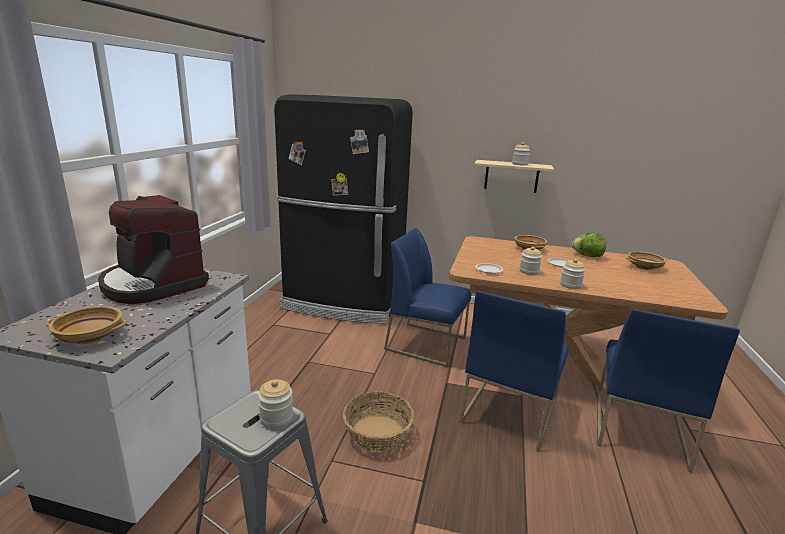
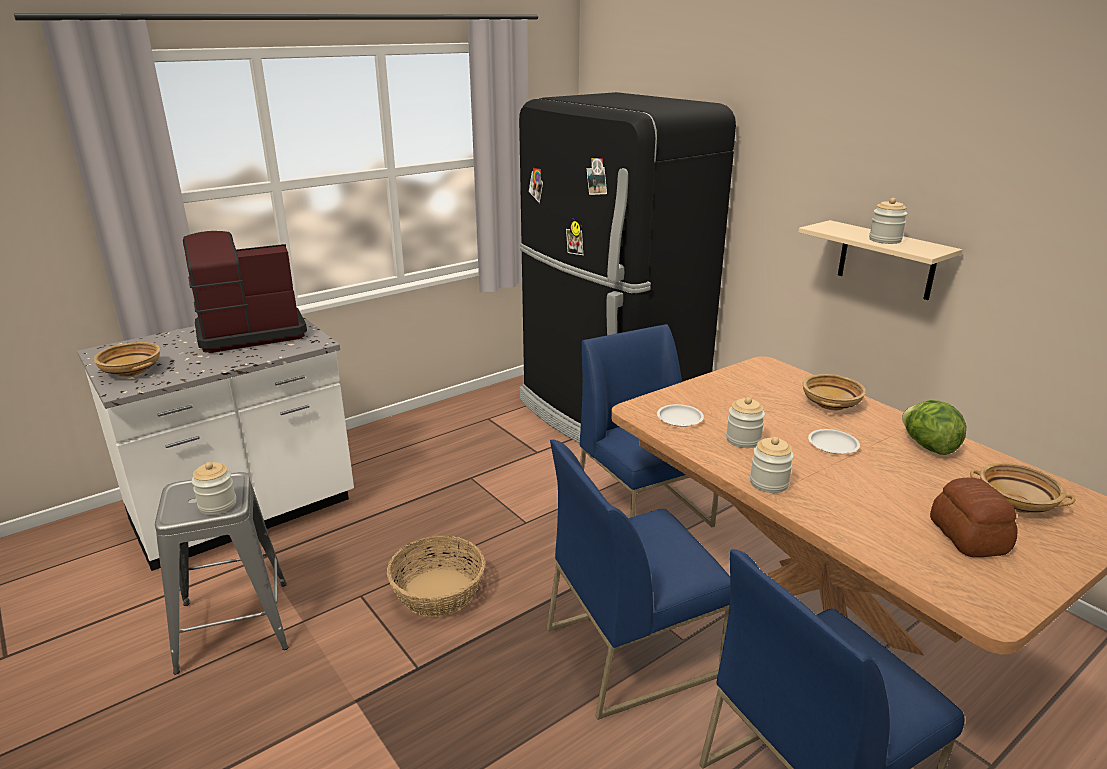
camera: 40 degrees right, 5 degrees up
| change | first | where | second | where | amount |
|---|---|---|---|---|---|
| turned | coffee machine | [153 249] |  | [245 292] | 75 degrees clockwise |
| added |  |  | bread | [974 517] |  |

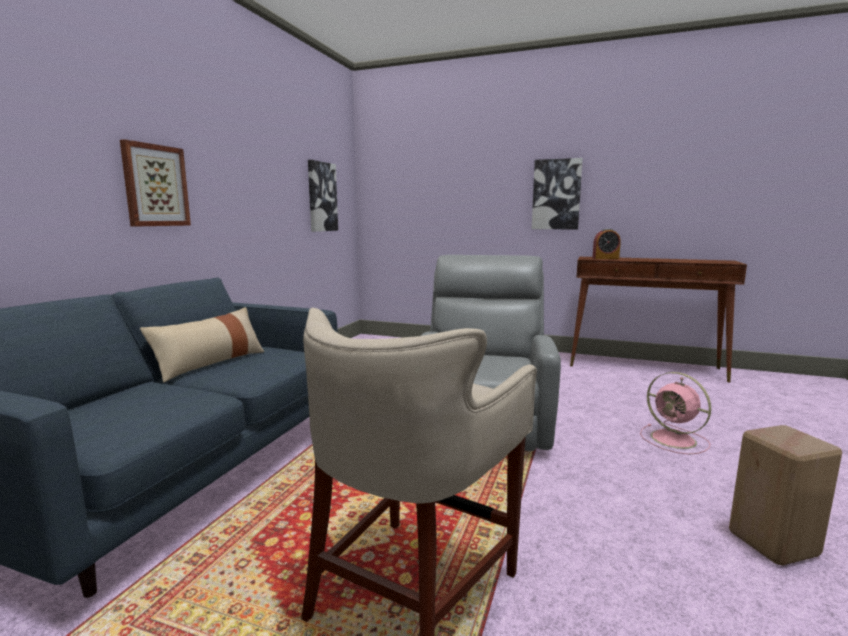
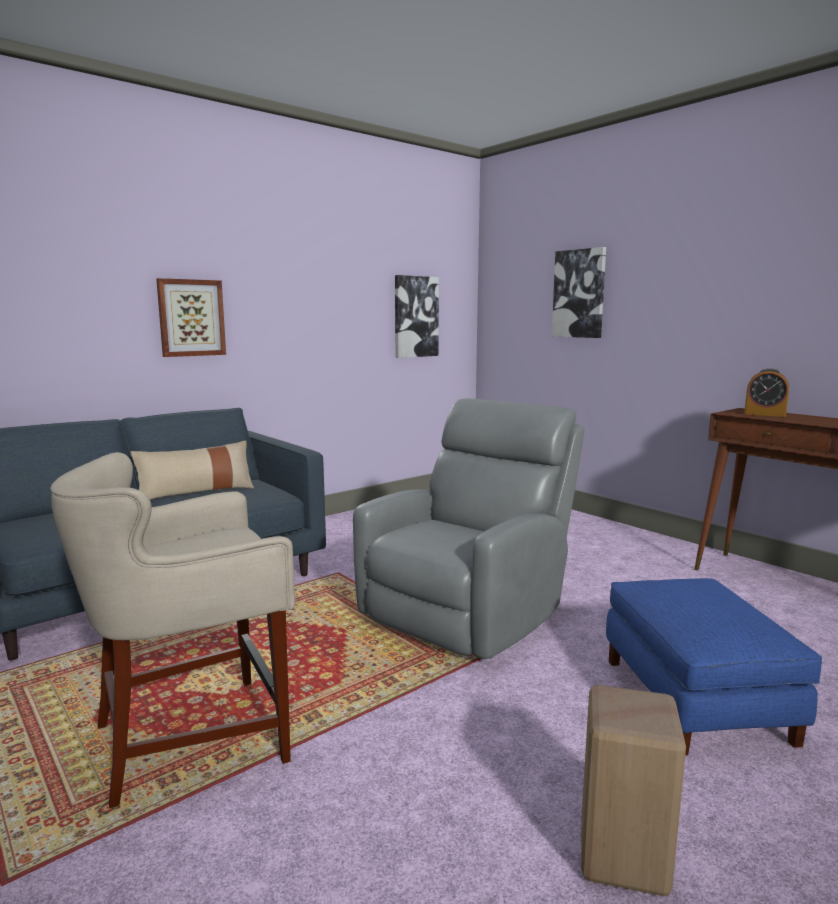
camera: 30 degrees right, 0 degrees up
| change | first | where | second | where | amount |
|---|---|---|---|---|---|
| moved | picture | [557 193] |  | [579 292] |  |
| replaced | fan (pink) | [675 413] | ottoman (blue) | [714 667] |  |

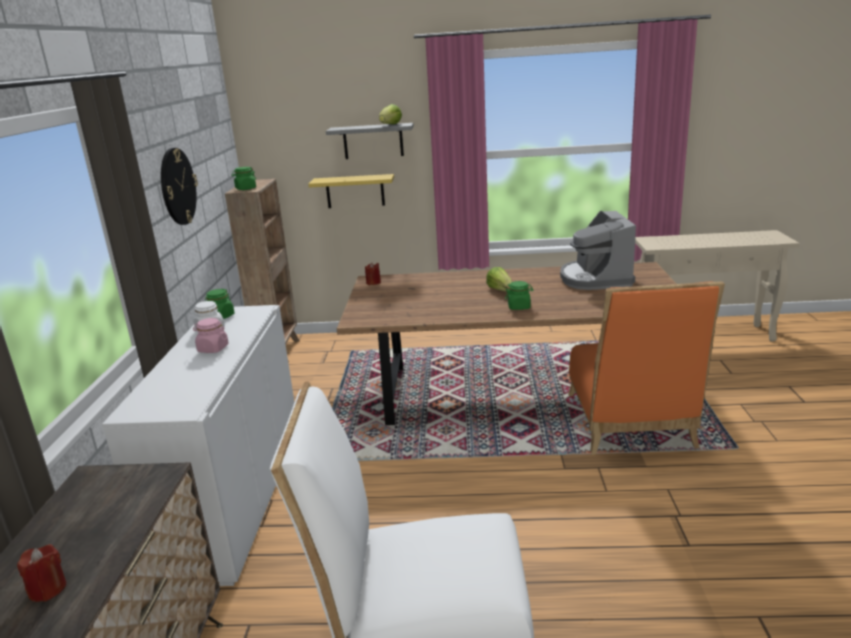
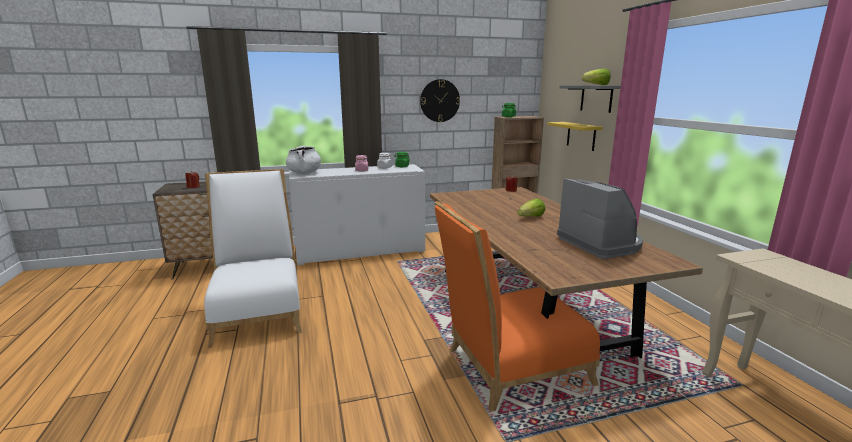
camera: 70 degrees right, 5 degrees down
| change | first | where | second | where | amount |
|---|---|---|---|---|---|
| turned | coffee machine | [598 250] |  | [600 218] | 90 degrees clockwise |
| removed | jar (green) | [519 295] |  |  |  |
| added |  |  | cooking pot (white) | [303 160] |  |

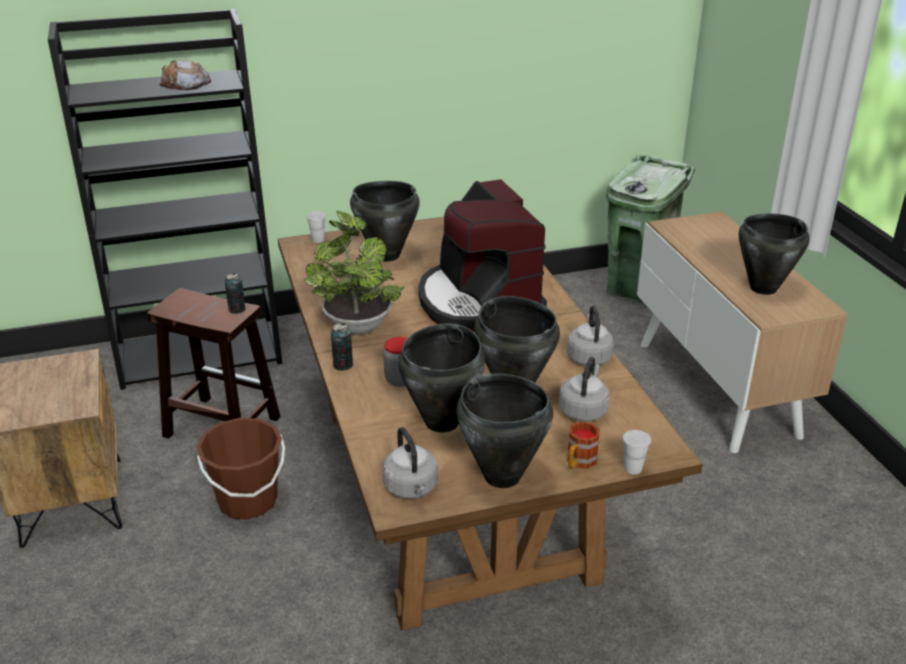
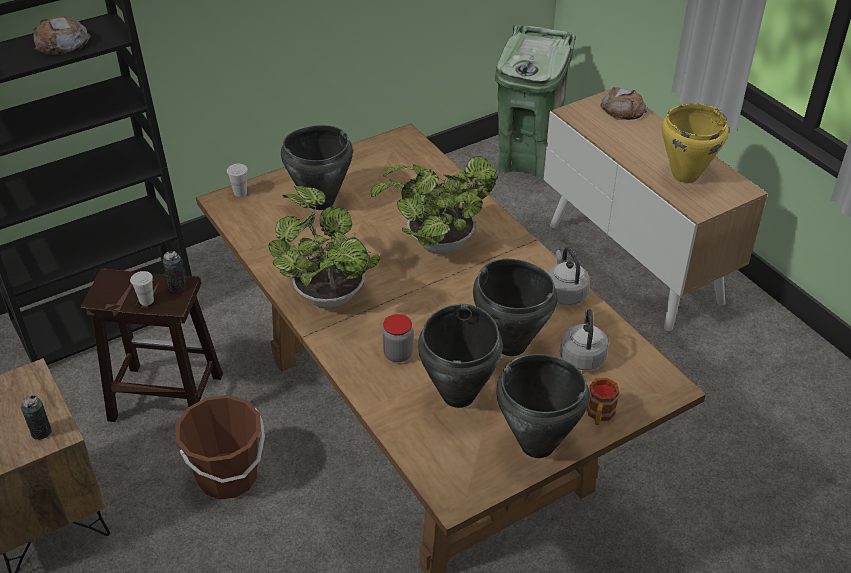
camera: 15 degrees left, 10 degrees up
| change | first | where | second | where | amount |
|---|---|---|---|---|---|
| replaced | coffee machine | [482 255] | potted plant | [434 205] |  |
| recoloured | cooking pot (black) | [774 254] | cooking pot (yellow) | [695 143] |  |
| moved | can | [342 347] |  | [36 418] |  |
| removed | kettle (grey) | [410 463] |  |  |  |
| moved | cup (white) | [637 452] |  | [142 288] |  |
| added |  |  | bread | [623 103] |  |

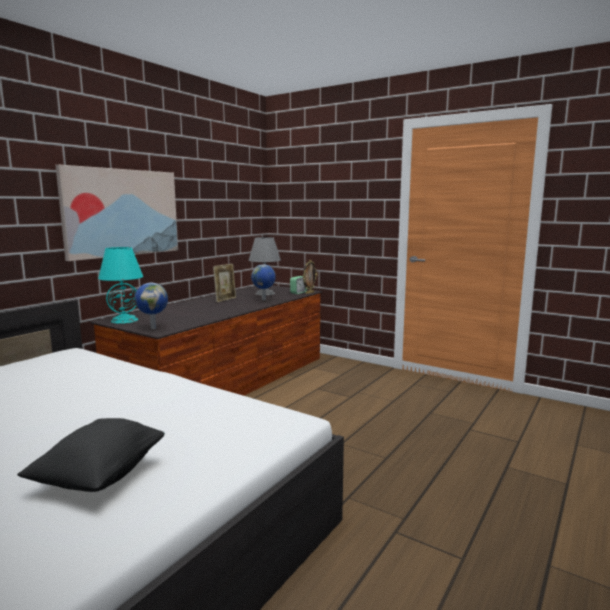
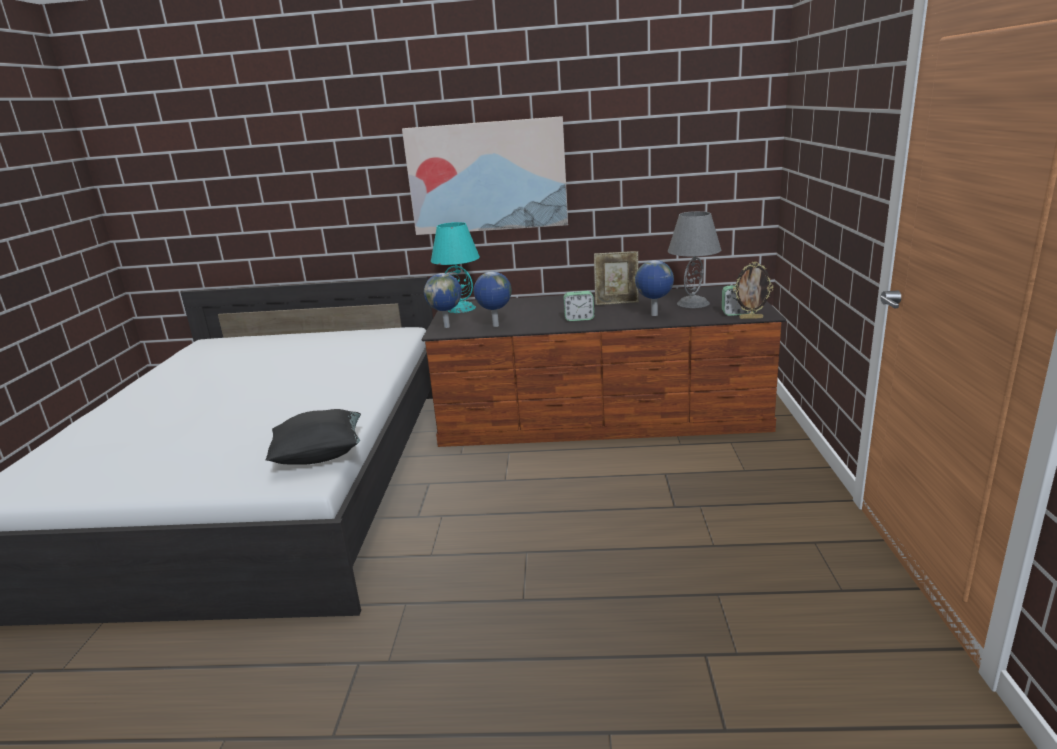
camera: 60 degrees right, 10 degrees up
| change | first | where | second | where | amount |
|---|---|---|---|---|---|
| moved | pillow (black) | [91 455] |  | [313 437] |  |
| added |  |  | globe | [492 299] |  |
| added |  |  | alarm clock | [579 306] |  |

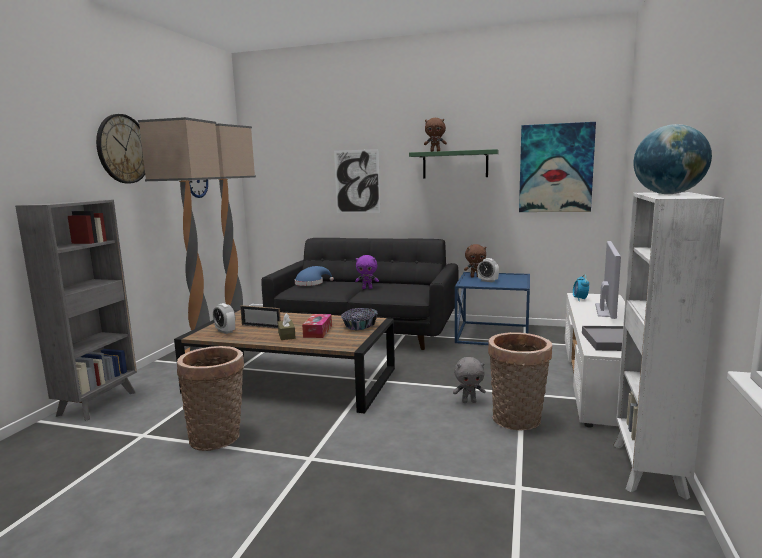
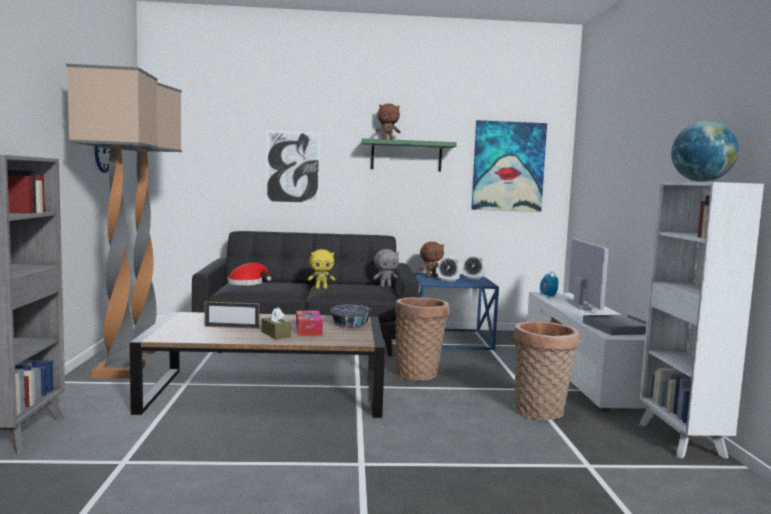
camera: 20 degrees left, 5 degrees down
| change | first | where | second | where | amount |
|---|---|---|---|---|---|
| removed | wall clock | [120 148] |  |  |  |
| recoloured | plush toy (purple) | [367 272] | plush toy (yellow) | [321 269] |  |
| recoloured | hat (blue) | [314 276] | hat (red) | [249 274] |  |
| moved | alarm clock | [224 318] |  | [474 267] |  |
| moved | basket | [210 398] |  | [422 339] |  |
| moved | plush toy (grey) | [469 380] |  | [386 268] |  |

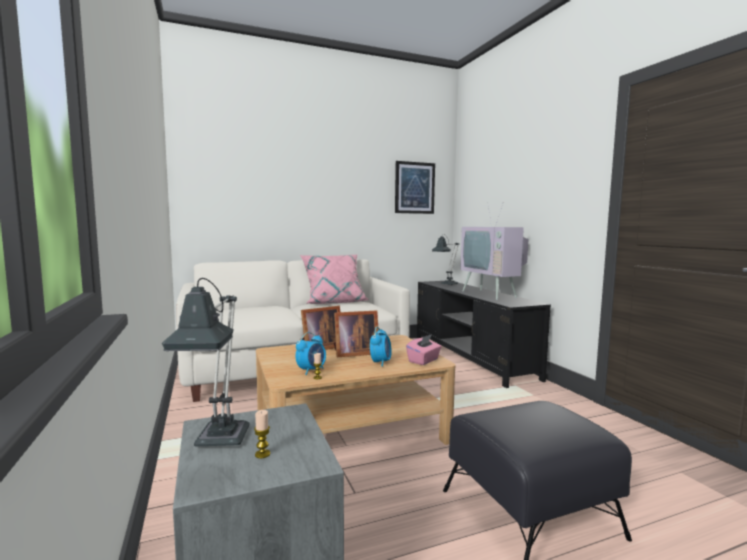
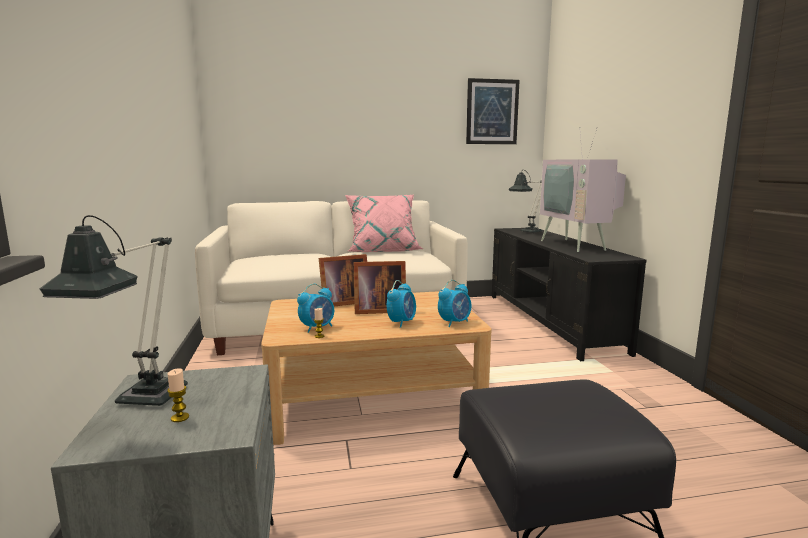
camera: 10 degrees right, 5 degrees up
| change | first | where | second | where | amount |
|---|---|---|---|---|---|
| replaced | tissue box (pink) | [424 349] | alarm clock | [454 303] |  |

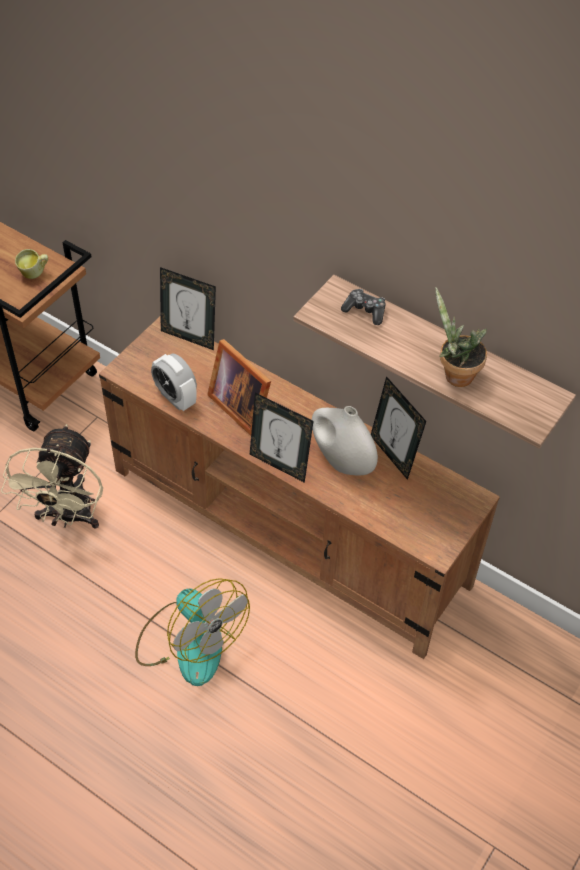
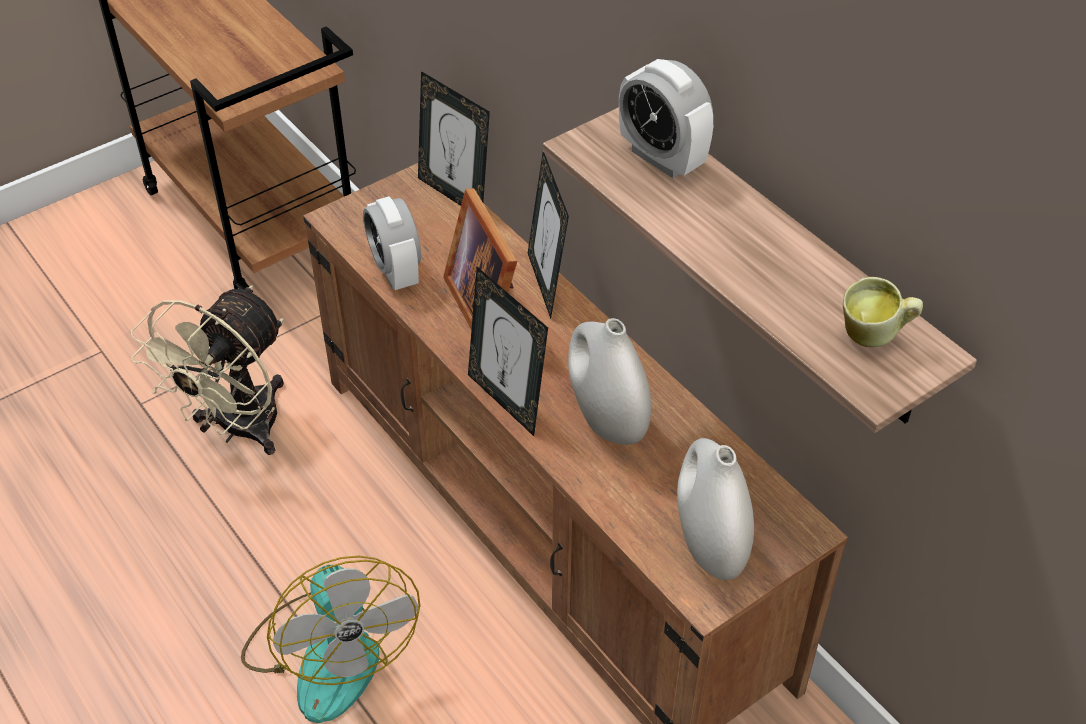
camera: 20 degrees right, 5 degrees down
| change | first | where | second | where | amount |
|---|---|---|---|---|---|
| moved | mug | [31 264] |  | [883 312] |  |
| removed | potted plant | [461 337] |  |  |  |
| replaced | game controller | [363 307] | alarm clock | [666 118] |  |
| moved | picture frame | [398 428] |  | [548 235] |  |
| added |  |  | vase (white) | [715 509] |  |

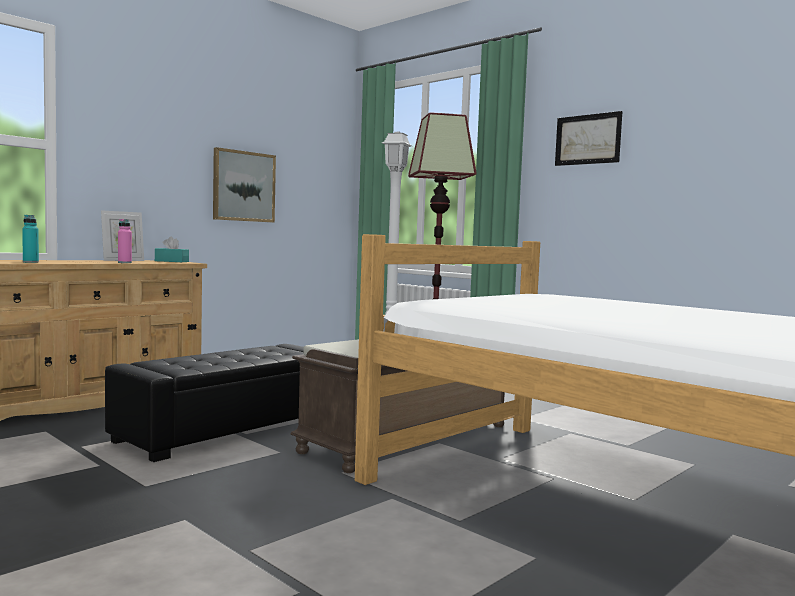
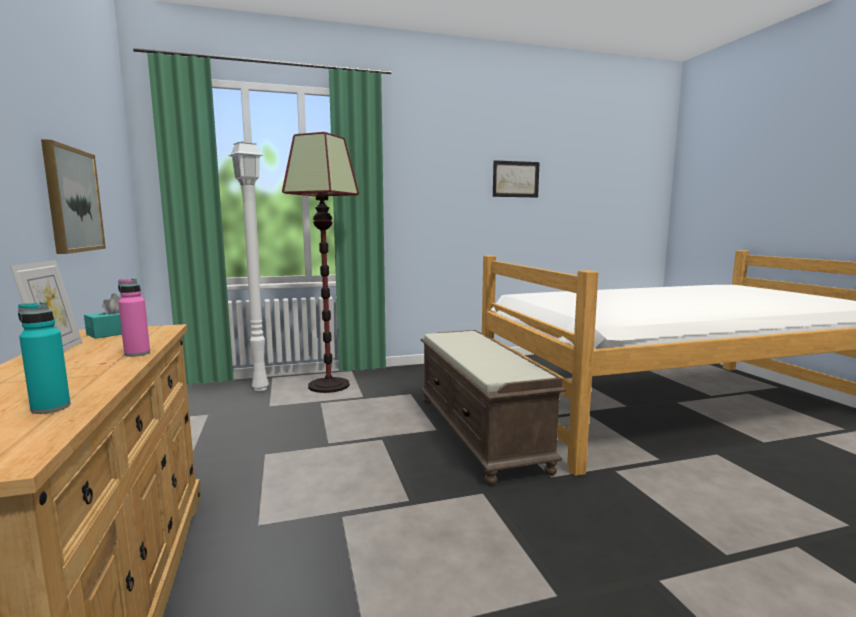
camera: 60 degrees left, 5 degrees up
| change | first | where | second | where | amount |
|---|---|---|---|---|---|
| moved | picture | [588 138] |  | [516 178] |  |
| removed | ottoman (black) | [204 403] |  |  |  |

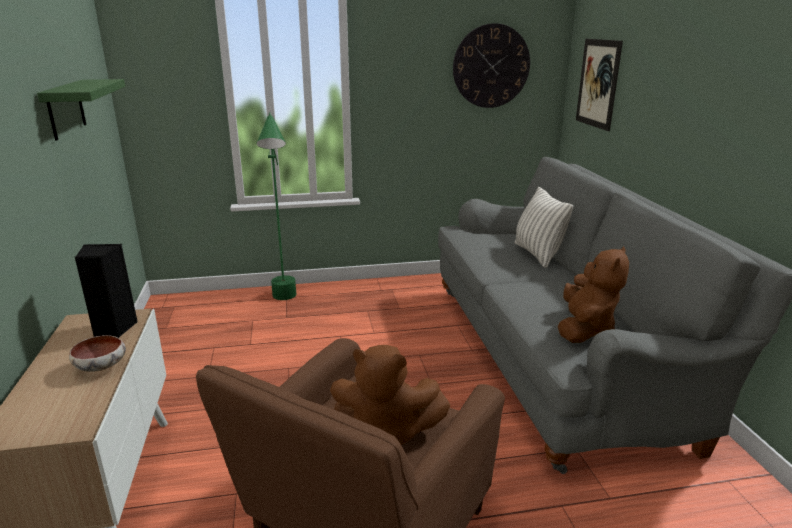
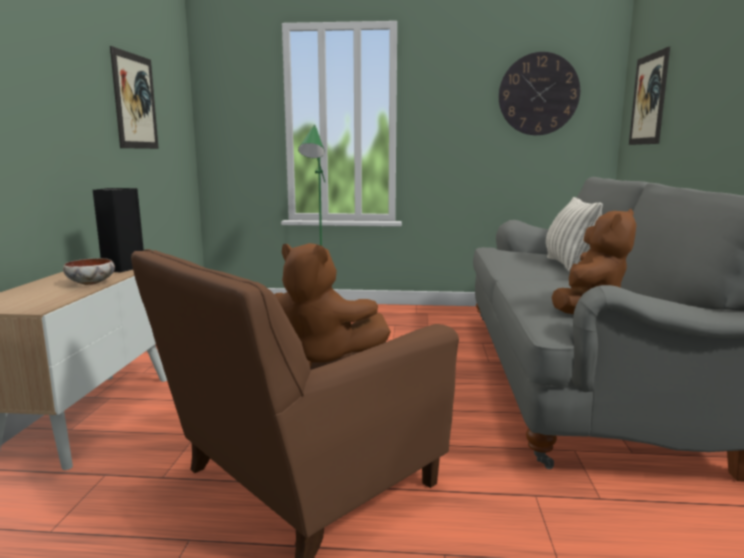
camera: 15 degrees right, 10 degrees down
| change | first | where | second | where | amount |
|---|---|---|---|---|---|
| replaced | shelf (green) | [81 109] | picture | [134 97] |  |

